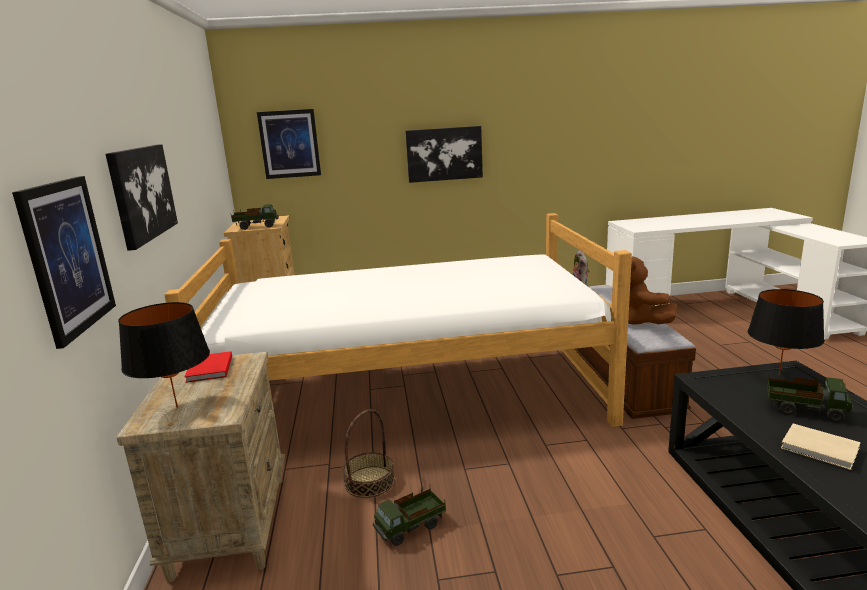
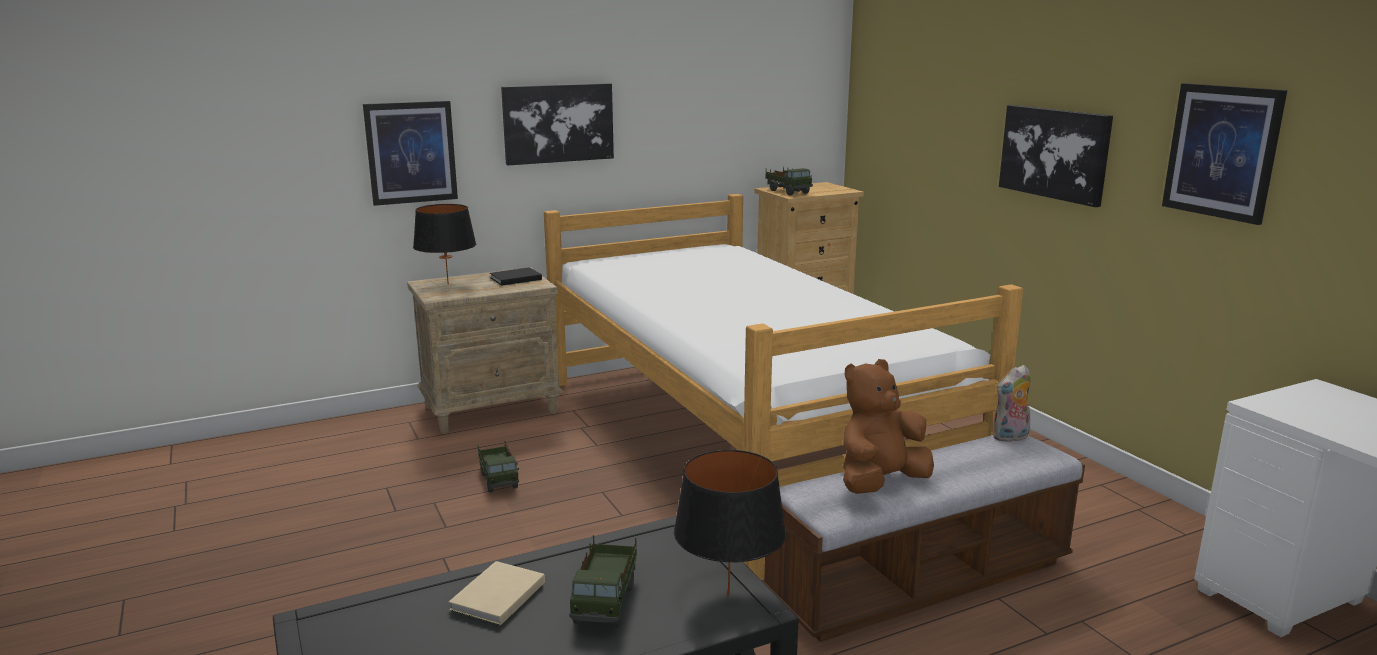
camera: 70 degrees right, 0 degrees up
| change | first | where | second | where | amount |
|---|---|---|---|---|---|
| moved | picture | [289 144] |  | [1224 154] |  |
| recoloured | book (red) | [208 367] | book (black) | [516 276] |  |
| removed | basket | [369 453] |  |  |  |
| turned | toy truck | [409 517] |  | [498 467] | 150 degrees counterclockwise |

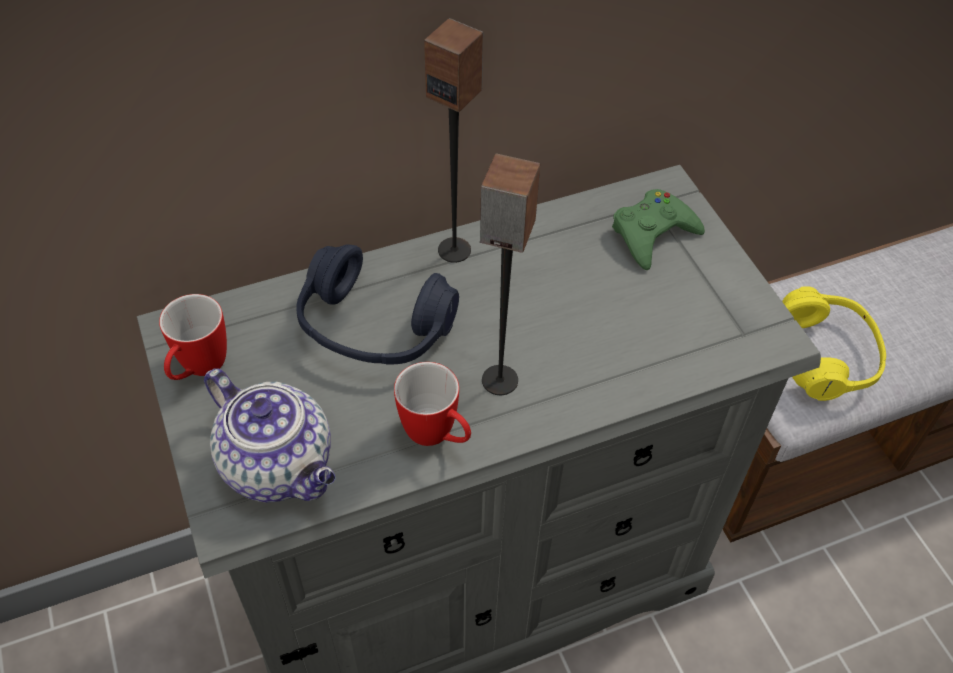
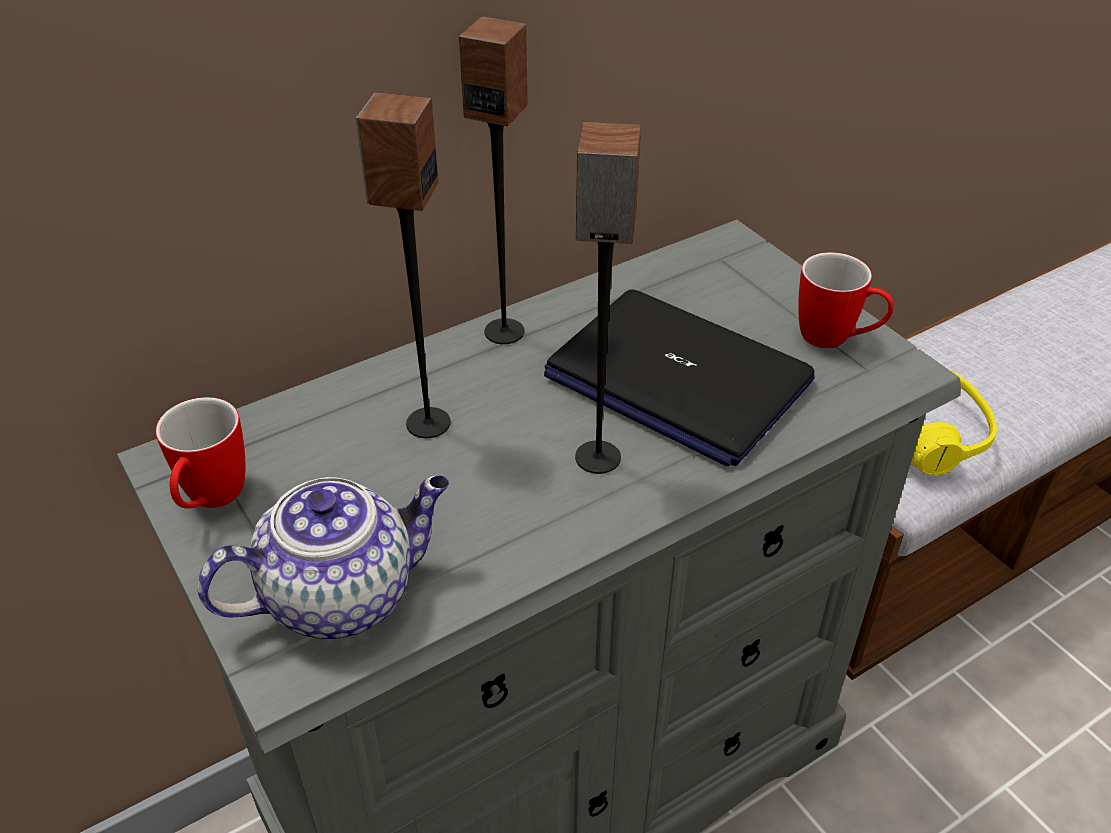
camera: 10 degrees left, 10 degrees down
| change | first | where | second | where | amount |
|---|---|---|---|---|---|
| removed | game controller (green) | [658 229] |  |  |  |
| replaced | headphones (blue) | [377 304] | speaker | [403 265] |  |
| moved | mug | [432 404] |  | [846 300] |  |
| turned | teapot | [270 435] |  | [323 557] | 60 degrees counterclockwise |
| added |  |  | laptop | [679 378] |  |

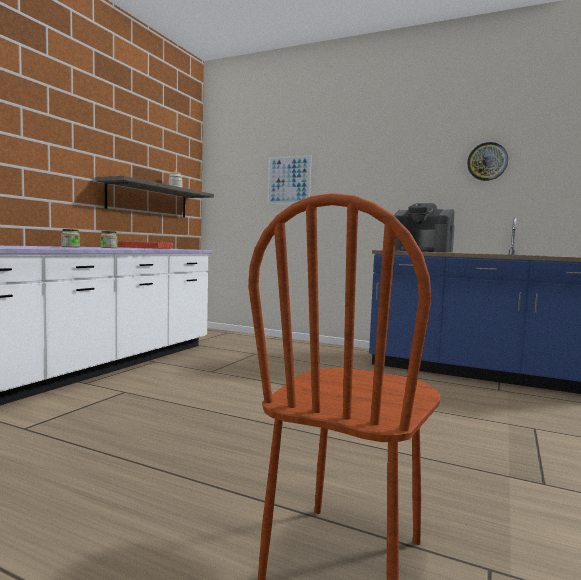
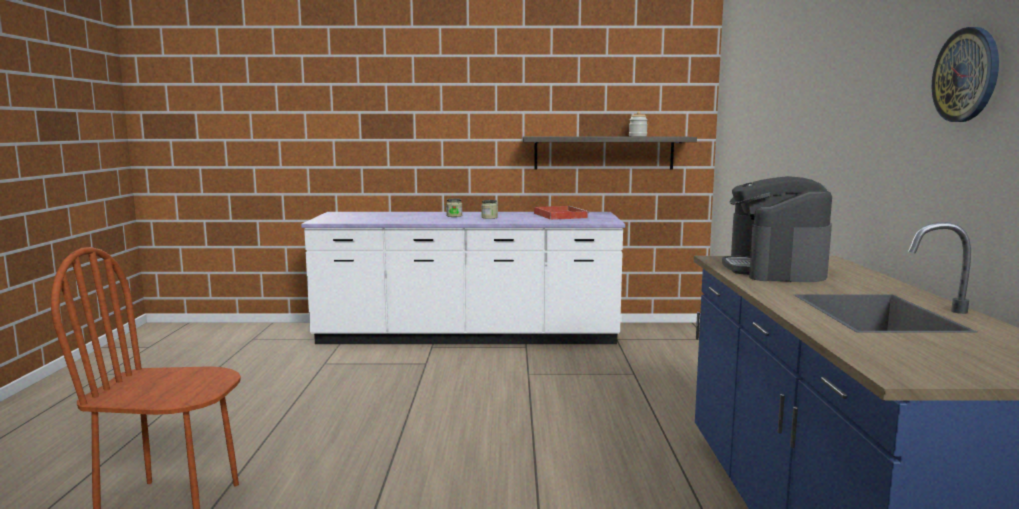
camera: 65 degrees right, 5 degrees up
| change | first | where | second | where | amount |
|---|---|---|---|---|---|
| removed | picture | [289 179] |  |  |  |

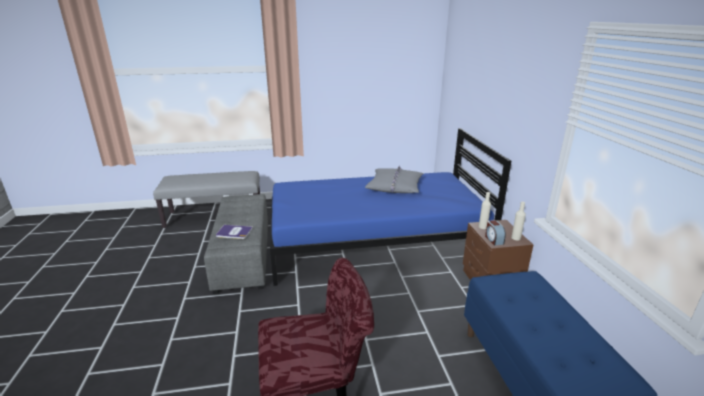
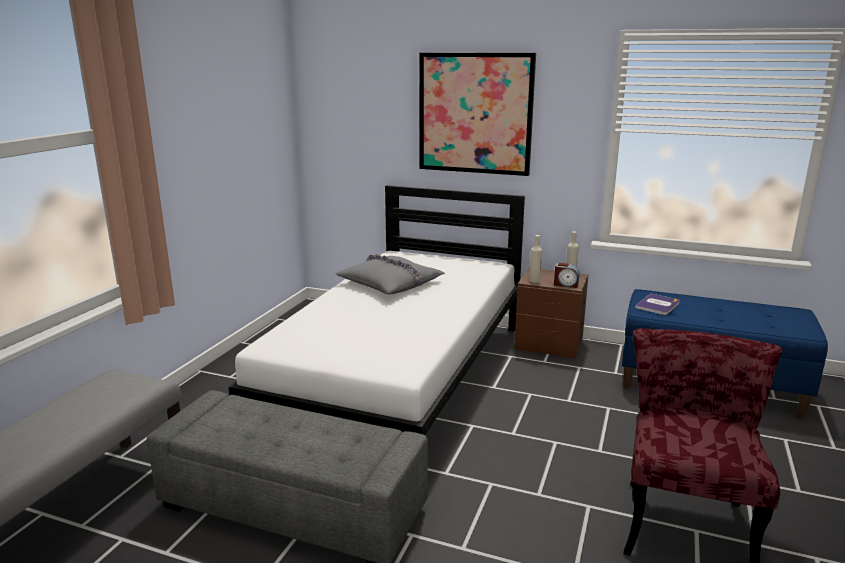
camera: 60 degrees left, 5 degrees down
| change | first | where | second | where | amount |
|---|---|---|---|---|---|
| recoloured | bed (blue) | [390 207] | bed (white) | [376 310] |  |
| moved | book | [234 232] |  | [657 304] |  |
| added |  |  | picture | [477 114] |  |

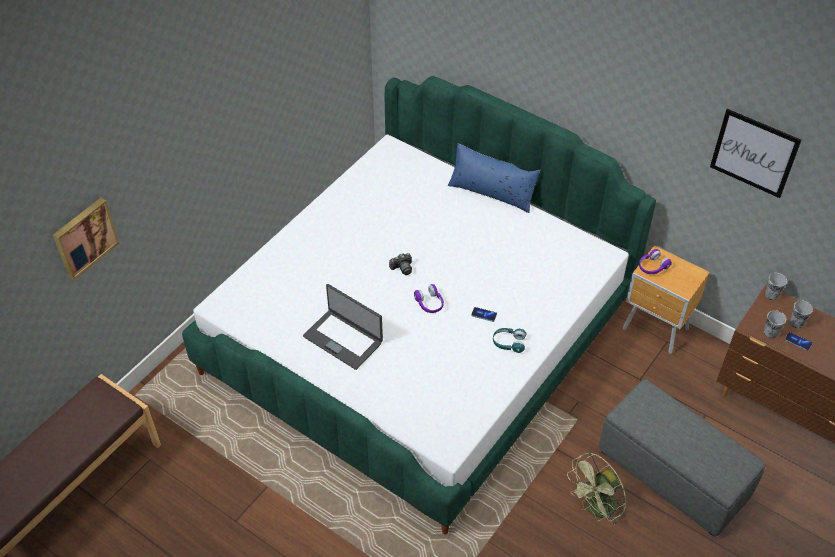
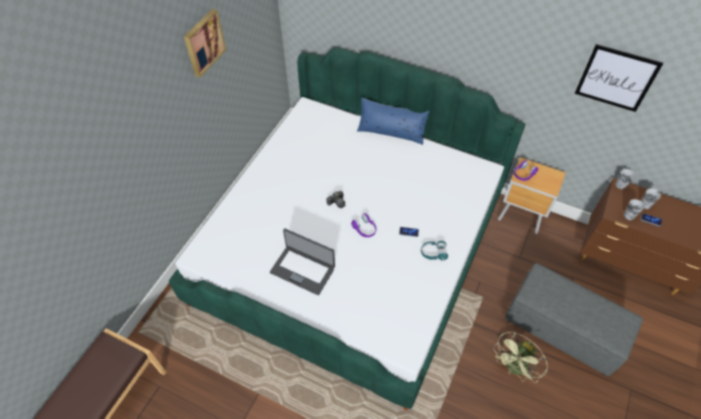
camera: 10 degrees left, 5 degrees up
| change | first | where | second | where | amount |
|---|---|---|---|---|---|
| moved | picture | [86 239] |  | [205 43] |  |

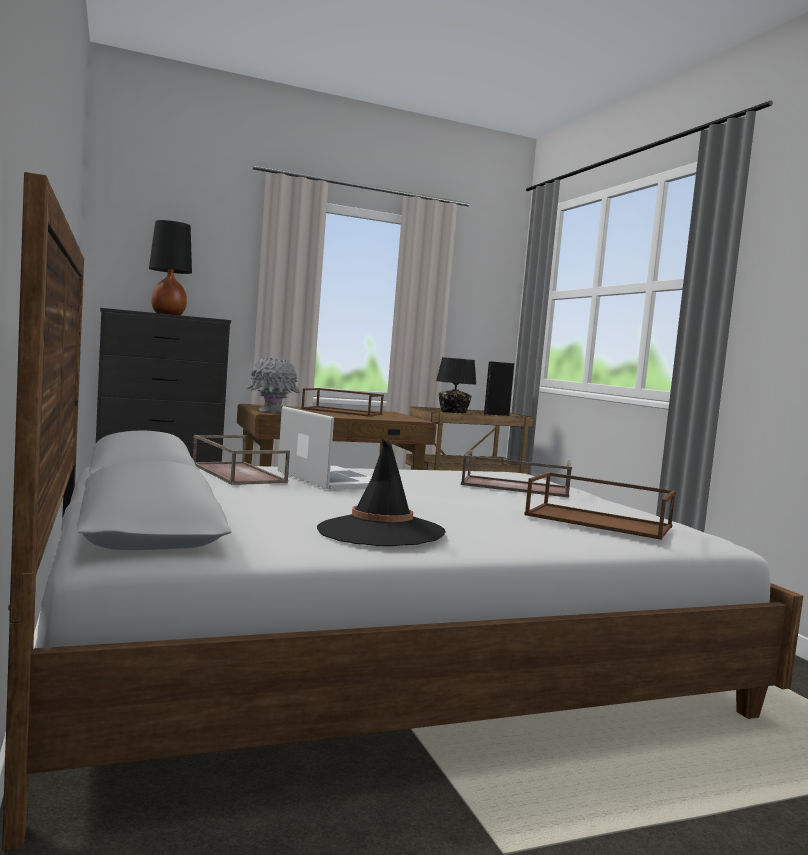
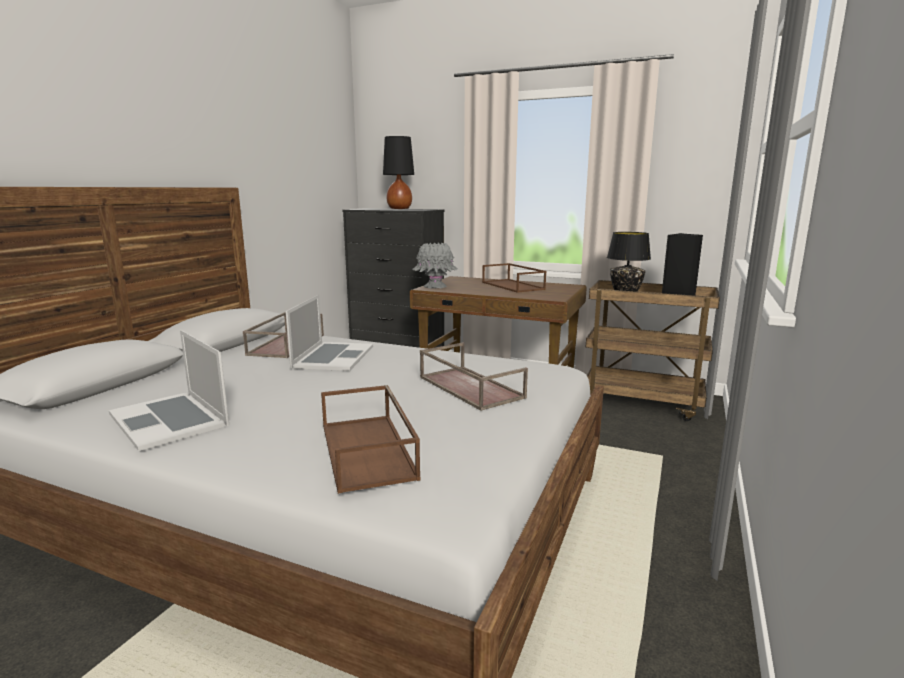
camera: 45 degrees right, 10 degrees up
| change | first | where | second | where | amount |
|---|---|---|---|---|---|
| replaced | hat (black) | [381 492] | laptop | [169 390] |  |

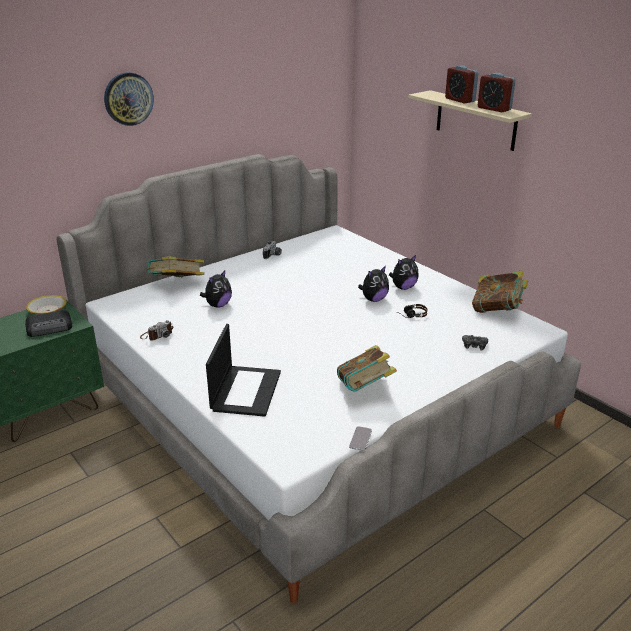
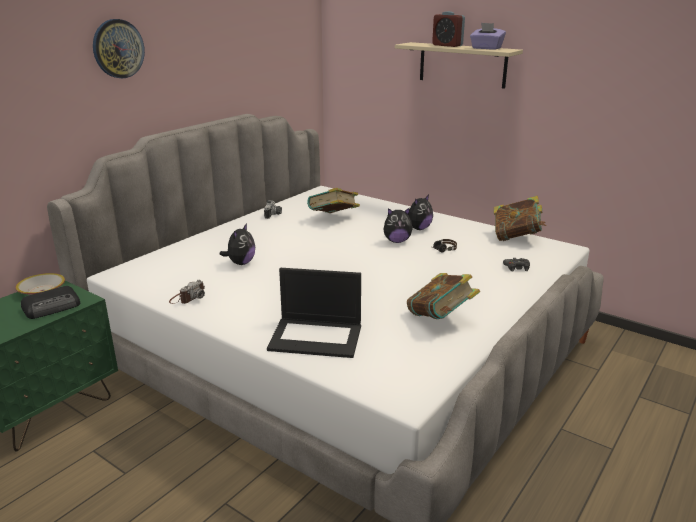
camera: 15 degrees left, 5 degrees down
| change | first | where | second | where | amount |
|---|---|---|---|---|---|
| replaced | alarm clock | [497 92] | tissue box (purple) | [488 36] |  |
| moved | book | [175 266] |  | [333 200] |  |
| turned | plush toy | [373 284] |  | [398 225] | 45 degrees clockwise |
| turned | laptop | [243 370] |  | [314 313] | 105 degrees clockwise |
| removed | phone | [360 438] |  |  |  |

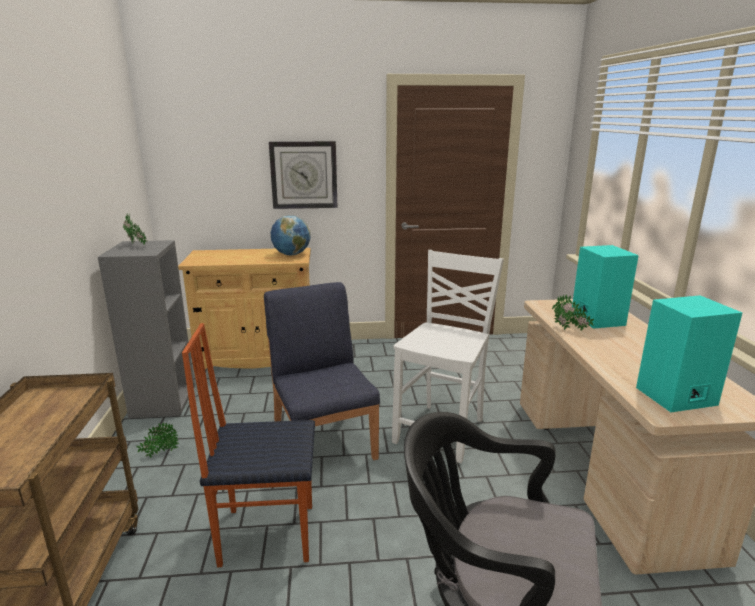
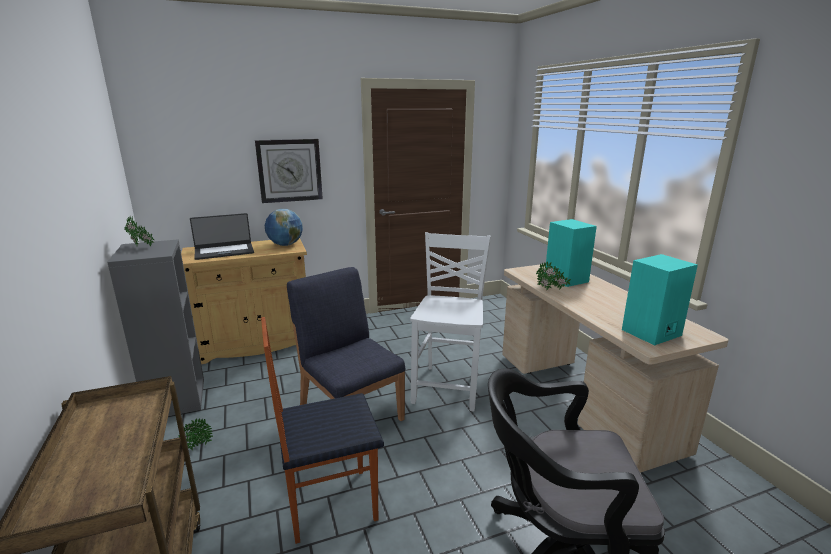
camera: 15 degrees left, 0 degrees up
| change | first | where | second | where | amount |
|---|---|---|---|---|---|
| added |  |  | laptop | [222 236] |  |

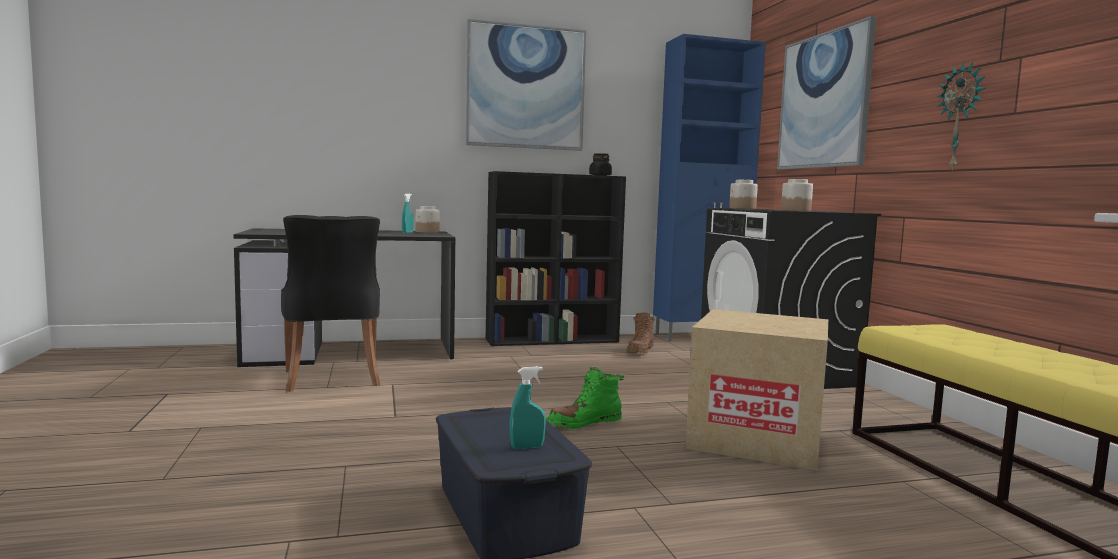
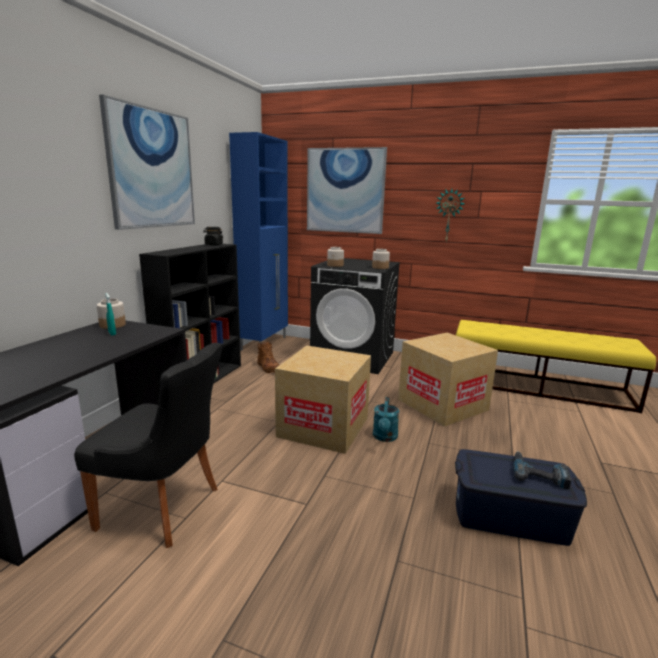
camera: 55 degrees left, 10 degrees up
| change | first | where | second | where | amount |
|---|---|---|---|---|---|
| replaced | spray bottle (turquoise) | [527 407] | power drill | [542 470] |  |
| replaced | boot (green) | [585 398] | watering can (turquoise) | [386 419] |  |
| added |  |  | cardboard box | [323 399] |  |

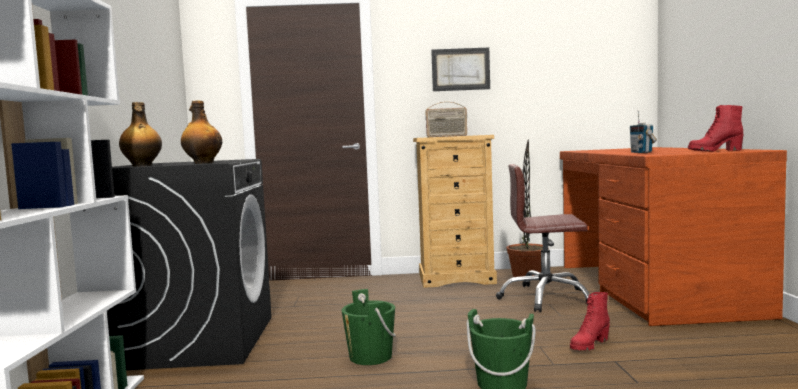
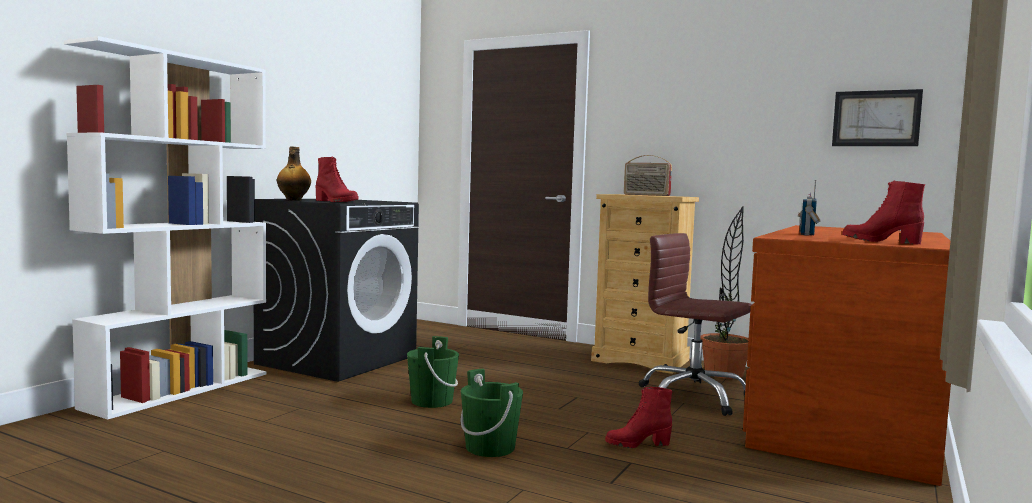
camera: 30 degrees right, 0 degrees up
| change | first | where | second | where | amount |
|---|---|---|---|---|---|
| moved | picture | [460 69] |  | [877 117] |  |
| replaced | bottle | [201 132] | boot (red) | [337 179] |  |

